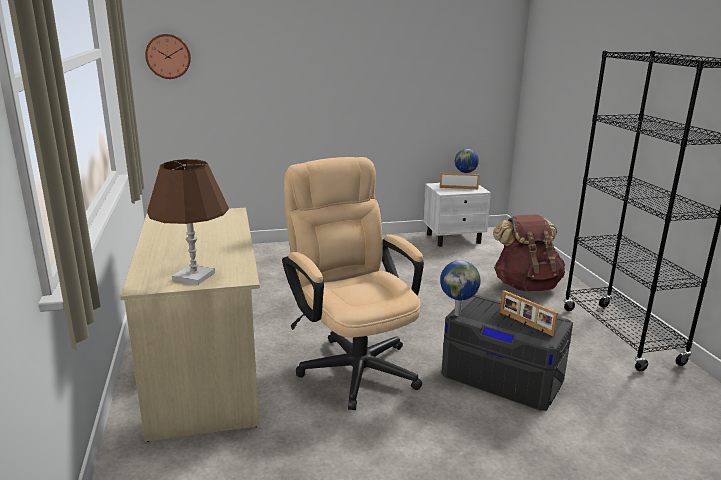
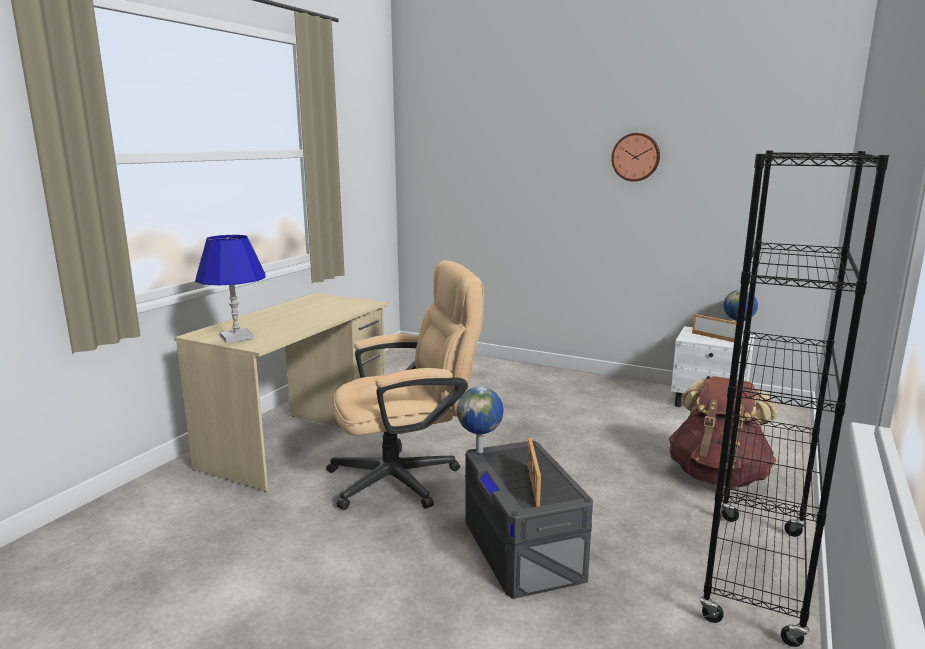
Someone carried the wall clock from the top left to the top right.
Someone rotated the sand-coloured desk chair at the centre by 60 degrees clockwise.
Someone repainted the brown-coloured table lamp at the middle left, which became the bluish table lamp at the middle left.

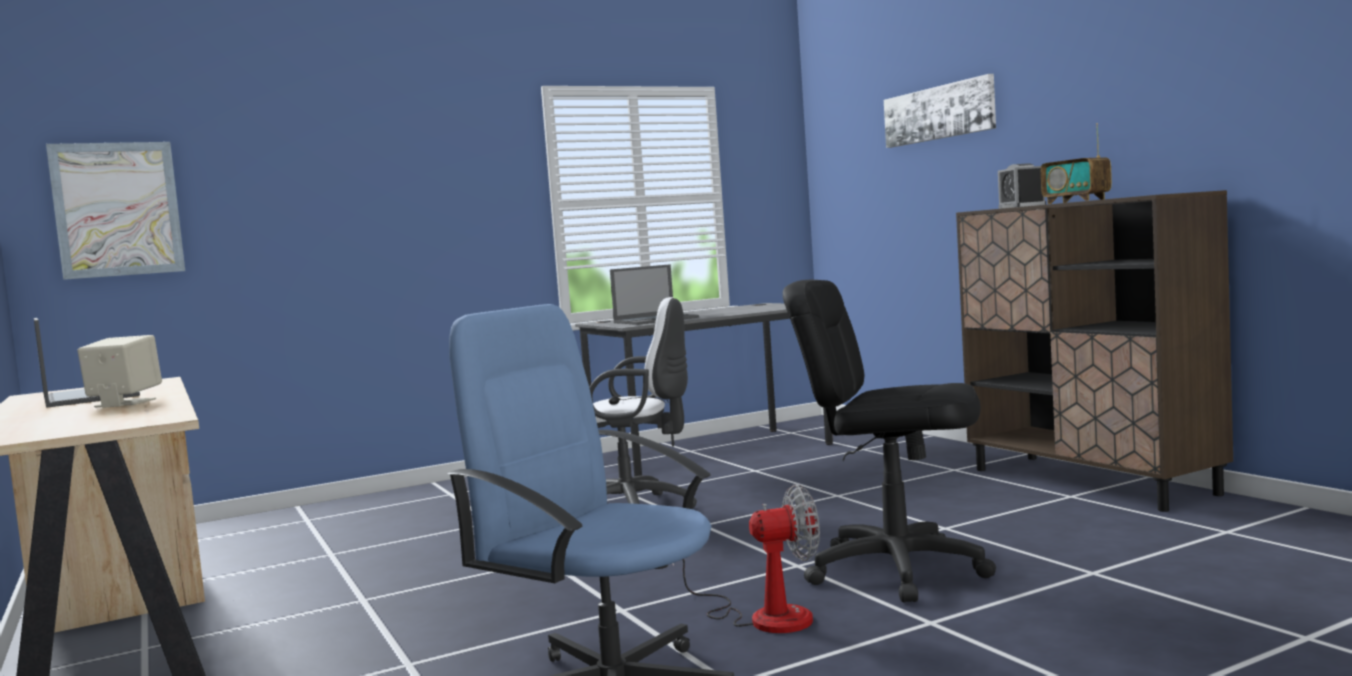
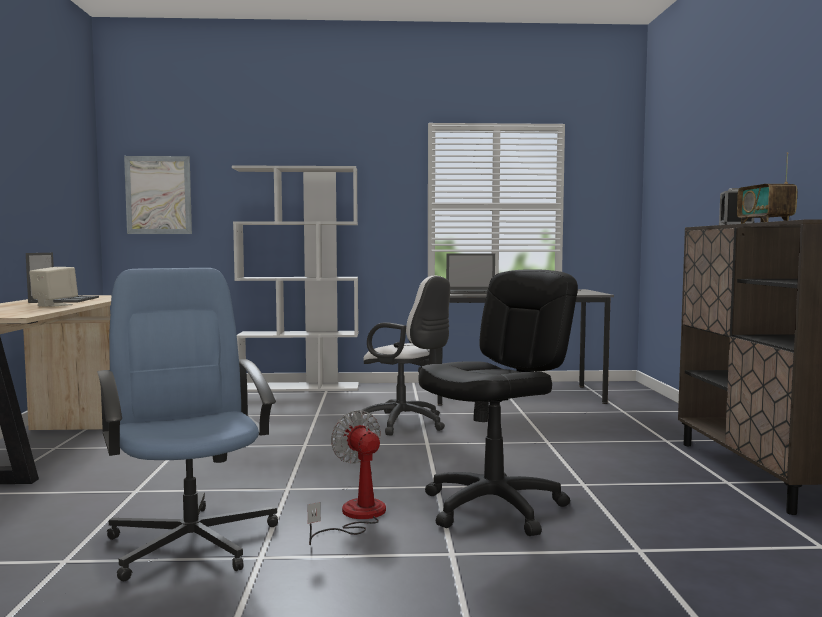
Someone took away the wall picture (no. 2 from left) at the top right.
Someone rotated the black desk chair at the centre by 90 degrees clockwise.
Someone rotated the electric fan at the bottom centre by 135 degrees counterclockwise.
Someone put down the white bookcase at the centre.

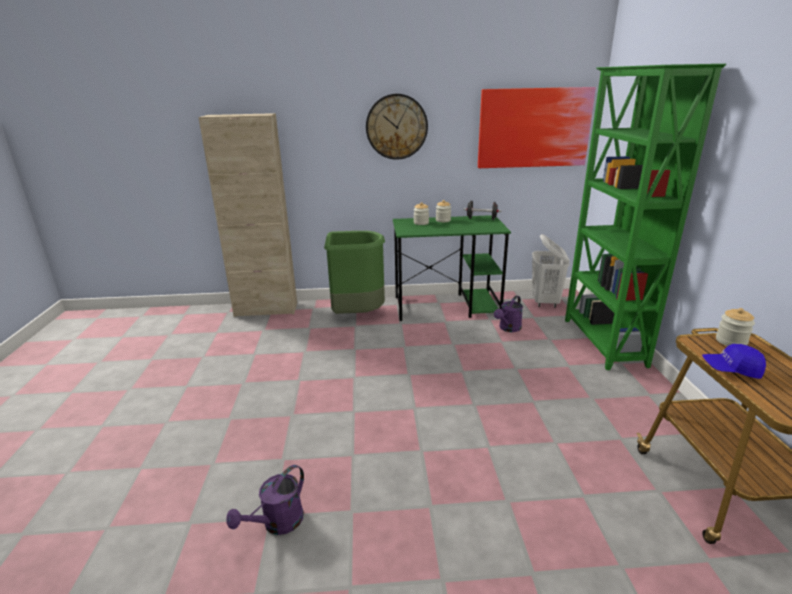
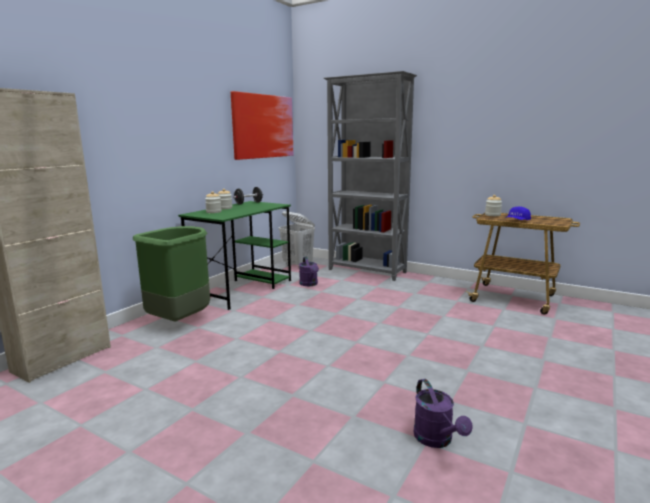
Someone repainted the green-coloured bookcase at the middle right, which became the greyish bookcase at the centre.
Someone took away the wall clock at the top centre.

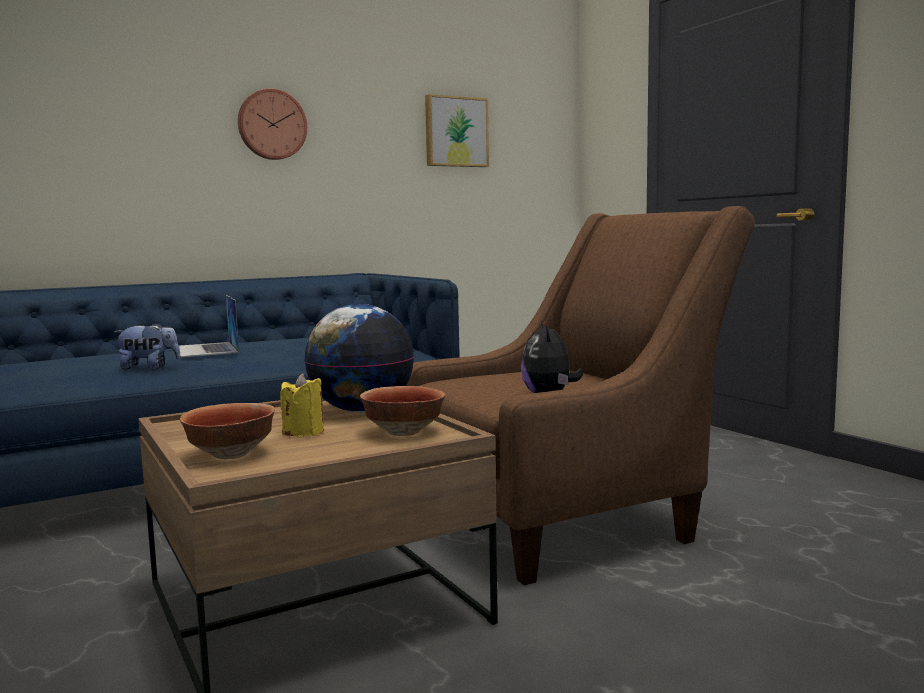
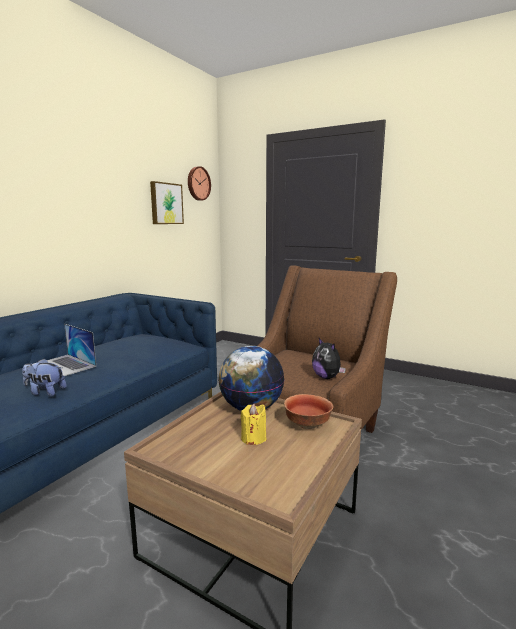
Someone carried the wall clock from the top left to the top centre.
Someone rotated the plush toy (no. 1 from left) at the middle left by 135 degrees counterclockwise.
Someone took away the serving bowl (no. 1 from left) at the middle left.

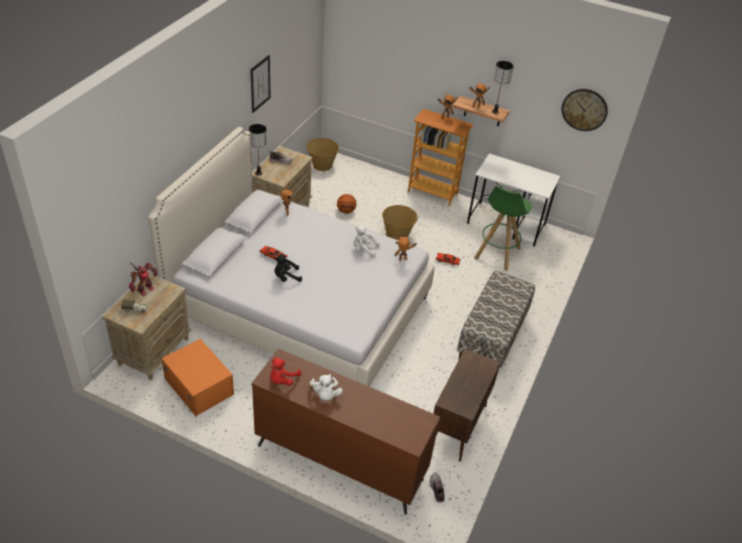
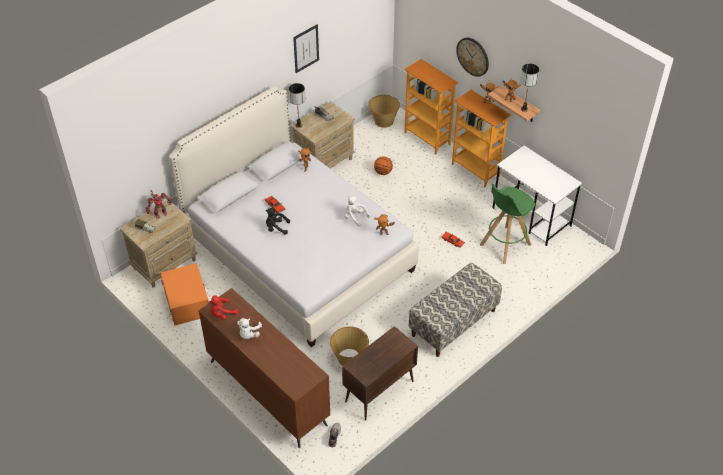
Someone carried the wall clock from the top right to the top centre.
Someone carried the storage basket (no. 2 from left in the first image) from the centre to the bottom centre.
Someone put down the bookcase (no. 1 from left) at the top centre.

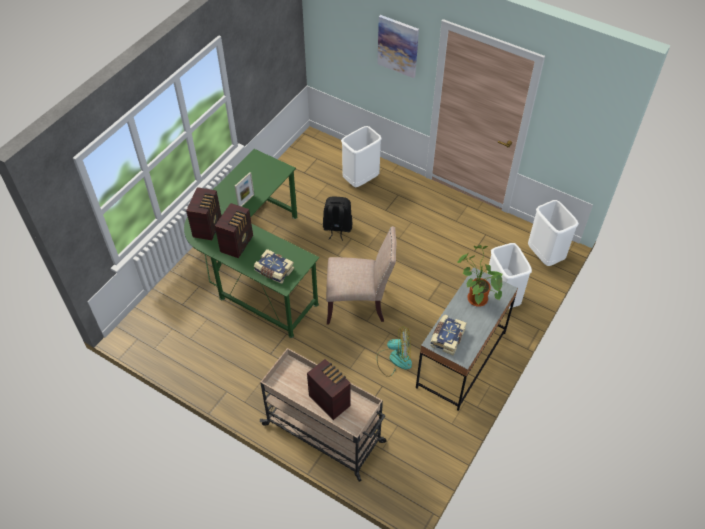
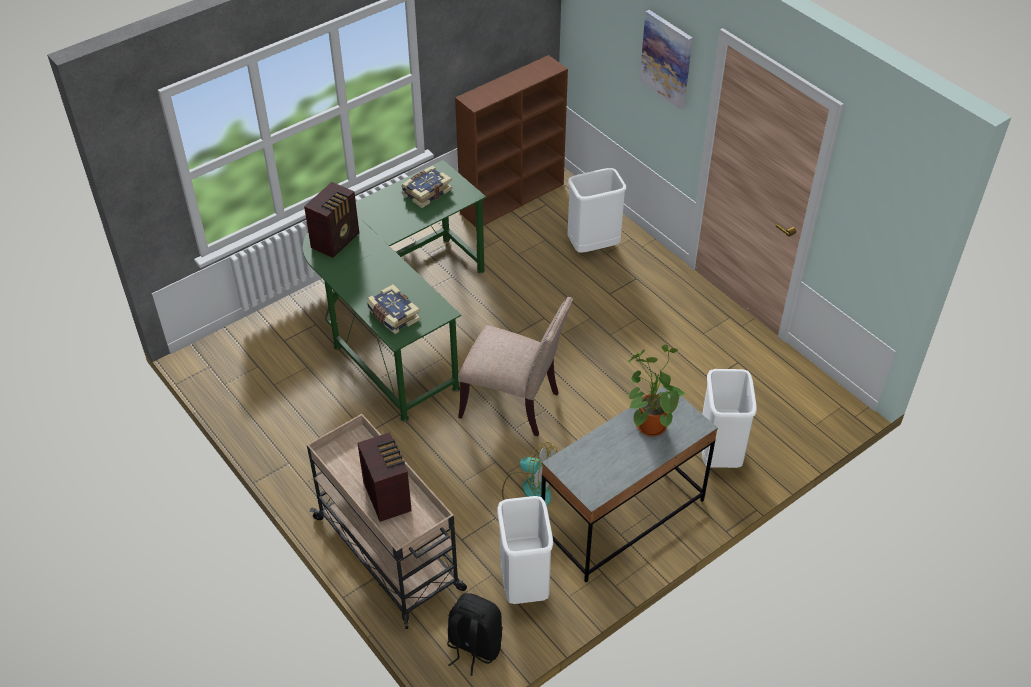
Someone took away the standing frame at the centre.
Someone carried the black rucksack from the centre to the bottom centre.
Someone carried the white waste bin (no. 3 from left in the first image) from the middle right to the bottom centre.
Someone took away the radio set (no. 2 from left) at the middle left.
Someone carried the book (no. 2 from left) from the centre to the top centre.
Someone put down the brown-coloured bookcase at the top centre.

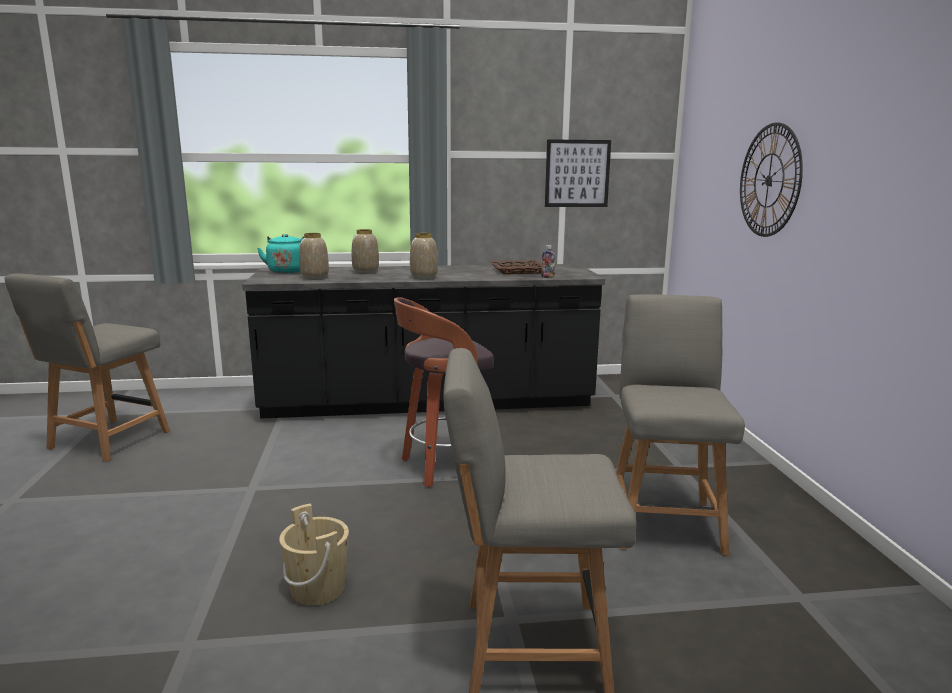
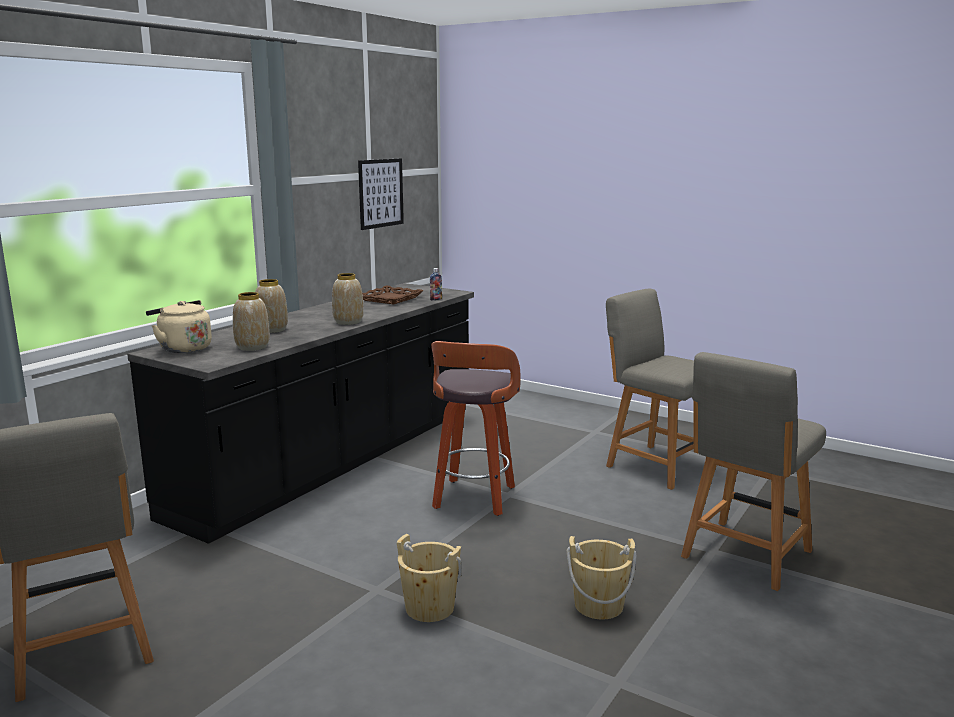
Someone took away the wall clock at the top right.
Someone repainted the turquoise-coloured tea kettle at the middle left, which became the sand-coloured tea kettle at the middle left.
Someone put down the sand-coloured water bucket (no. 1 from left) at the bottom centre.

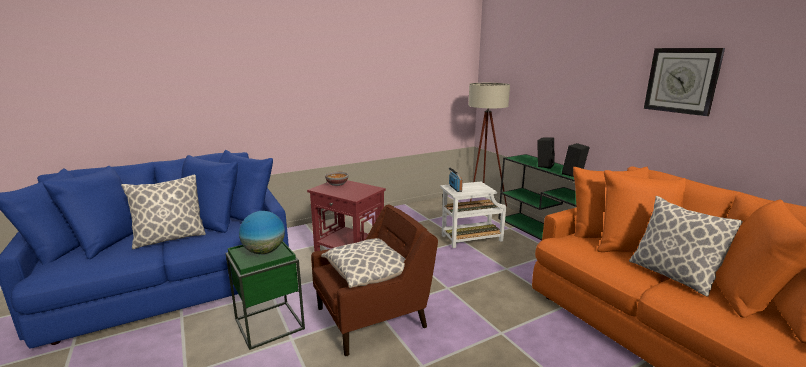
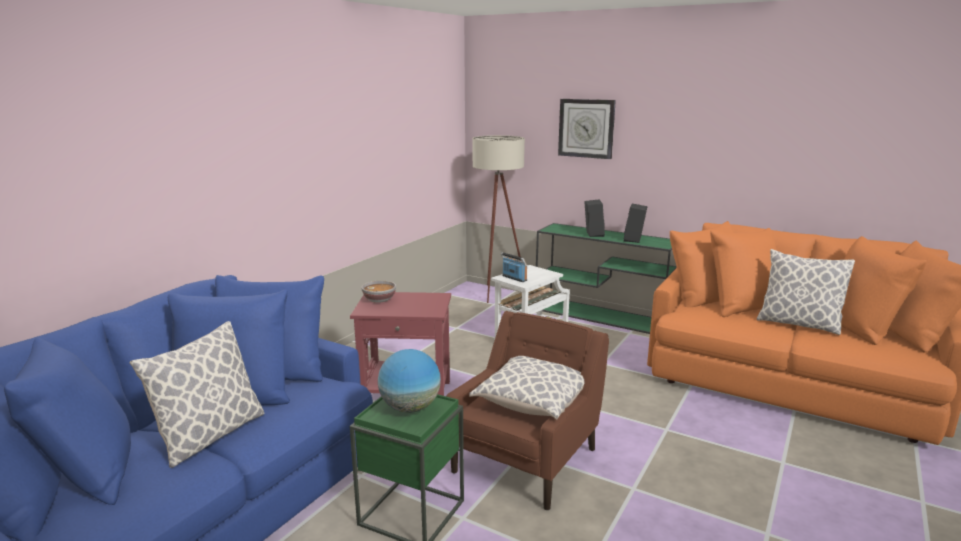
Someone carried the wall clock from the top right to the top centre.

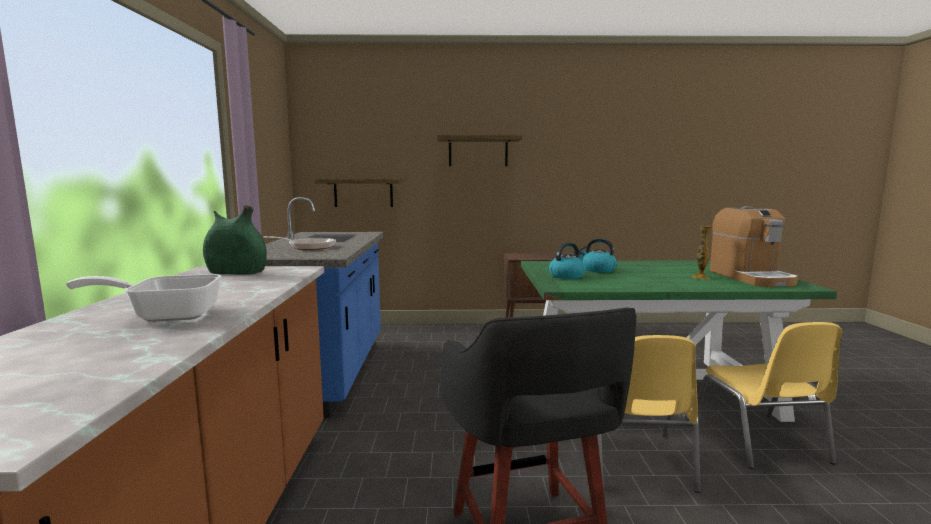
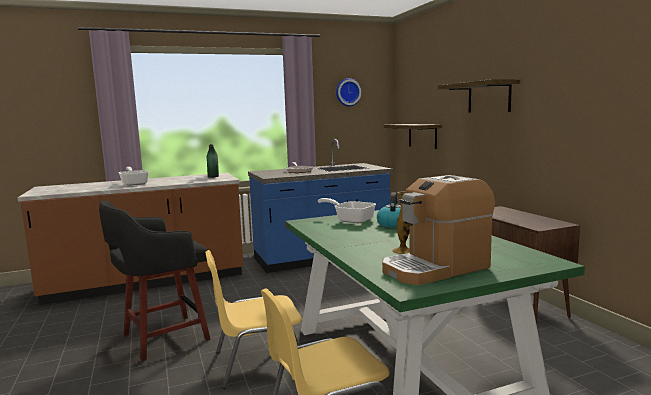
Someone swapped the tea kettle (no. 1 from left) at the centre for the pan (no. 3 from left) at the centre.
Someone put up the wall clock at the top centre.

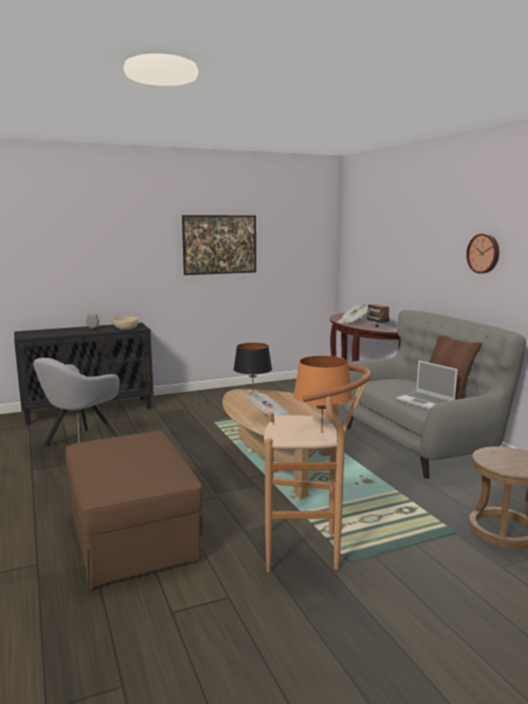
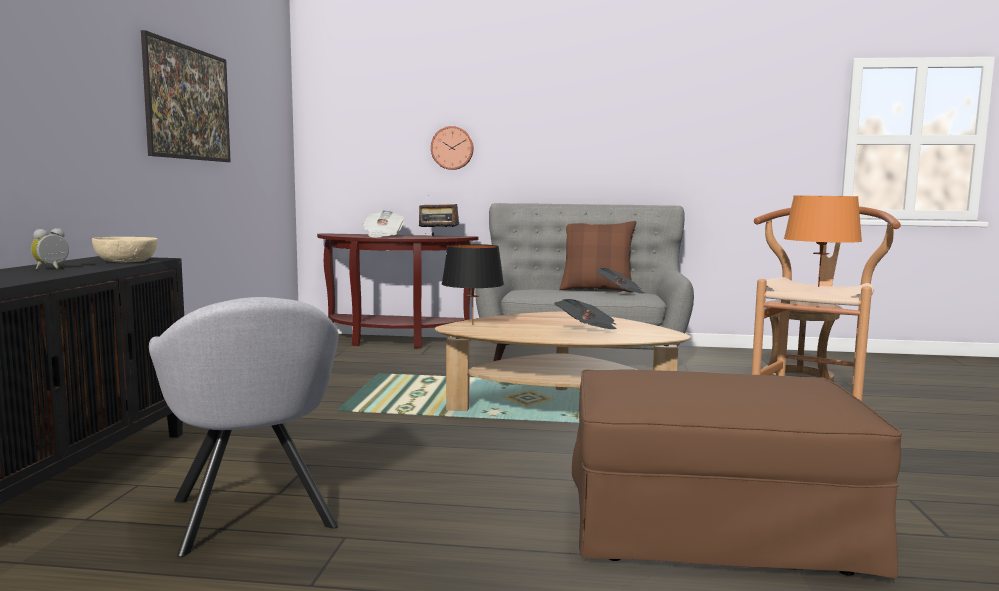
Someone carried the wall clock from the middle right to the top centre.
Someone swapped the notebook computer at the middle right for the newspaper (no. 3 from left) at the centre.

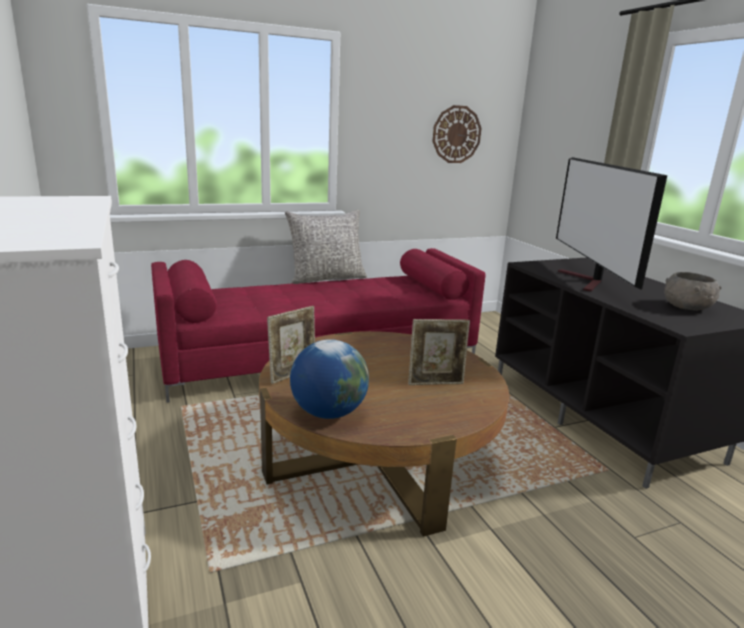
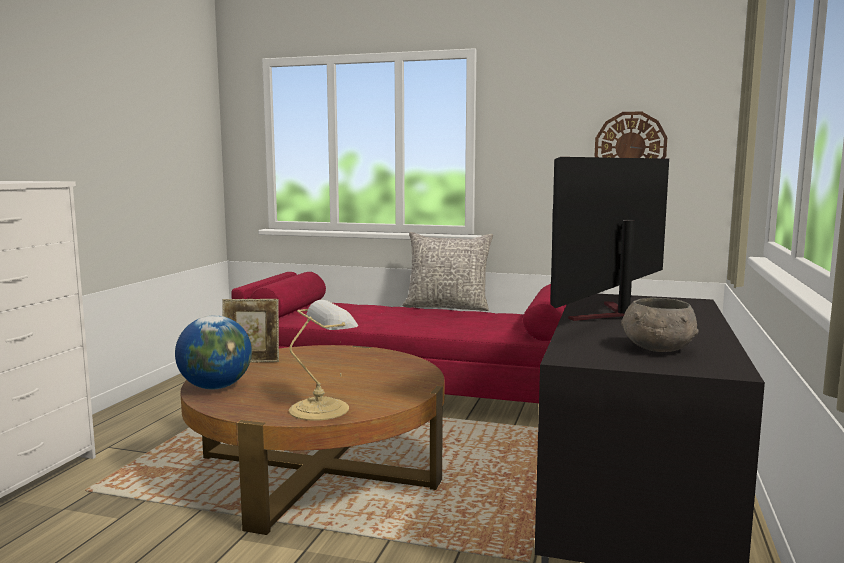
Someone took away the standing frame (no. 2 from left) at the centre.
Someone put down the table lamp at the centre.

